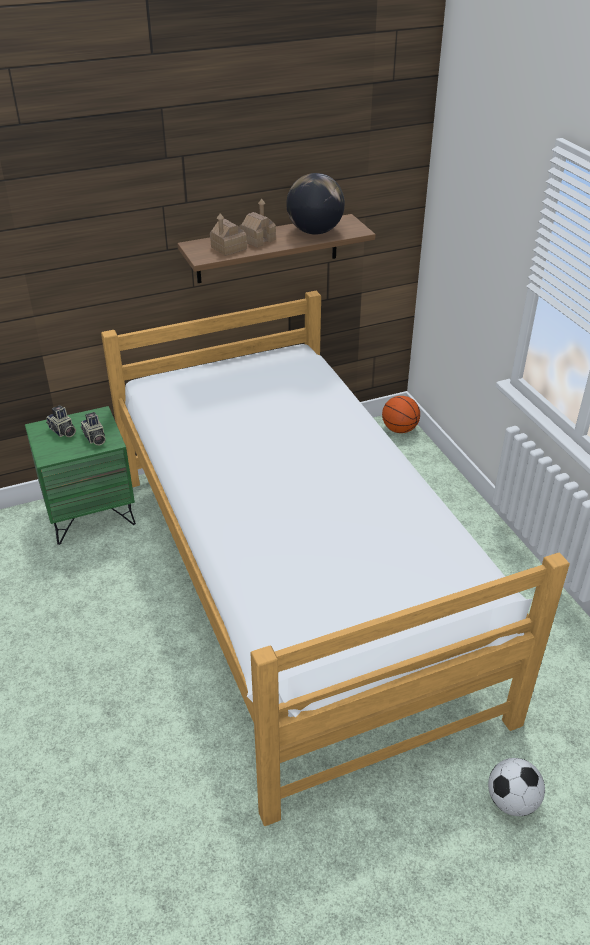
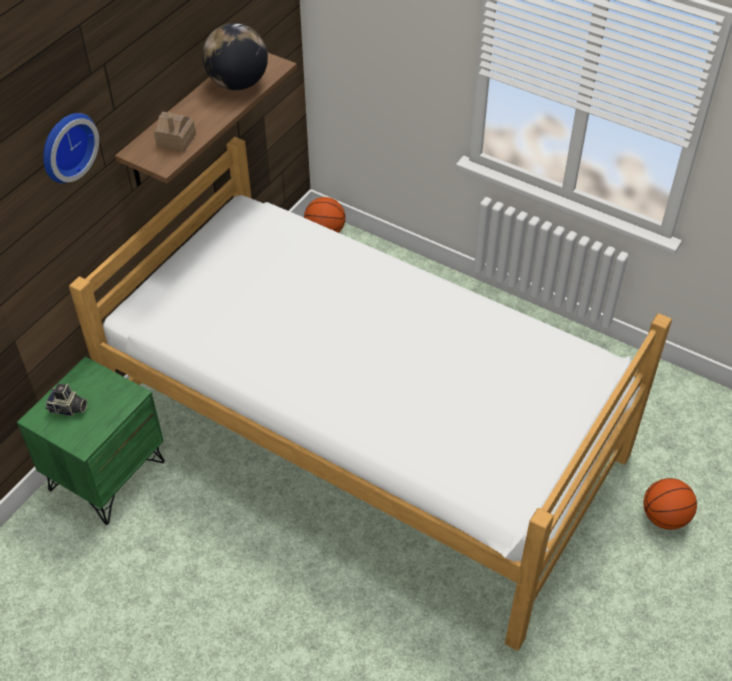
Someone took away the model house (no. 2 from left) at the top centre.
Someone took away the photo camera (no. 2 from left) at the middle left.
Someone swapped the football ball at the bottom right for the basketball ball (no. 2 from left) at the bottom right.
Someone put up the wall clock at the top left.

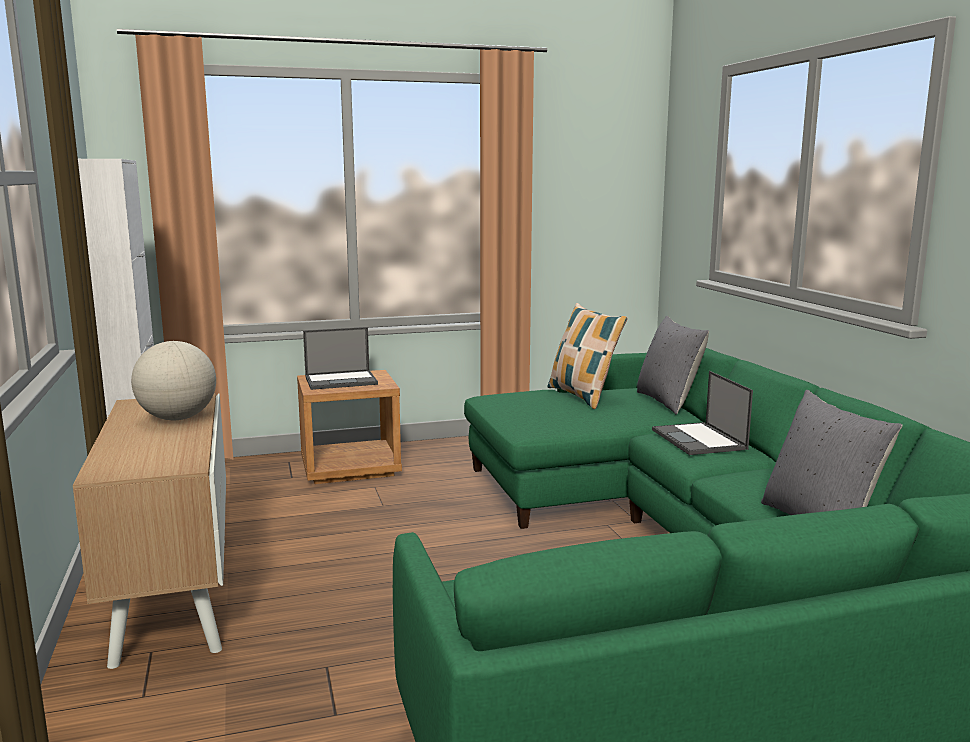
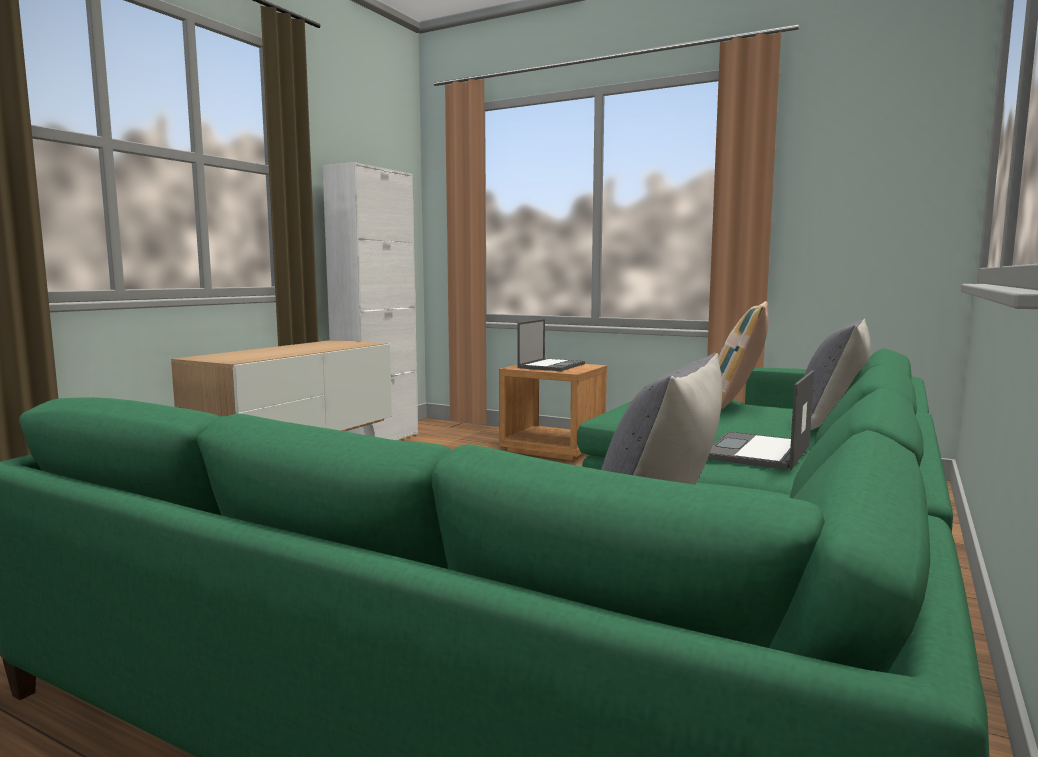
Someone rotated the notebook computer (no. 1 from left) at the centre by 90 degrees counterclockwise.
Someone took away the globe at the middle left.

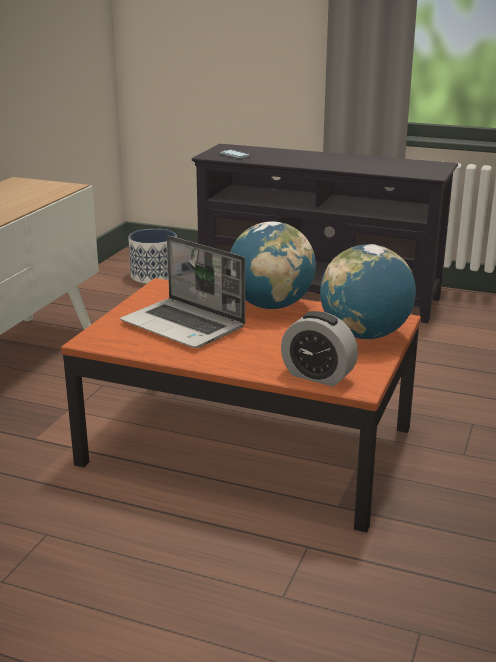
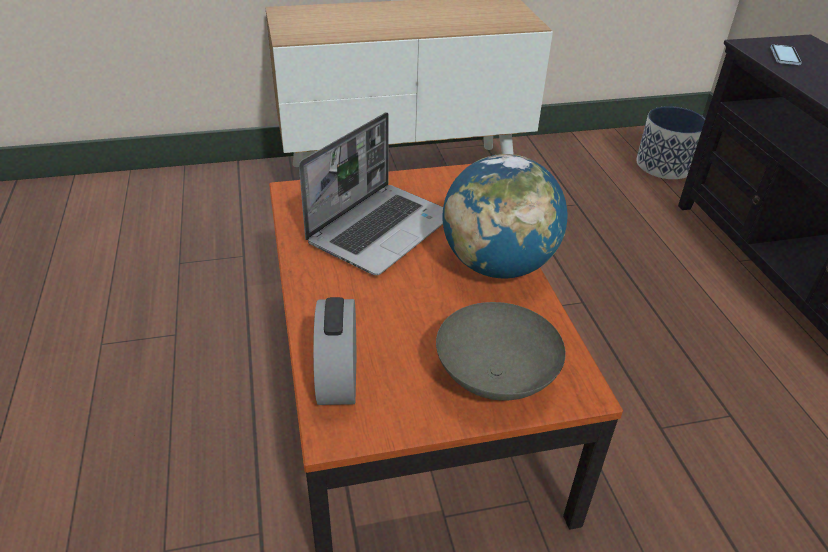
Someone rotated the notebook computer at the centre by 150 degrees counterclockwise.
Someone swapped the globe (no. 2 from left) at the middle right for the greyish serving bowl at the centre.

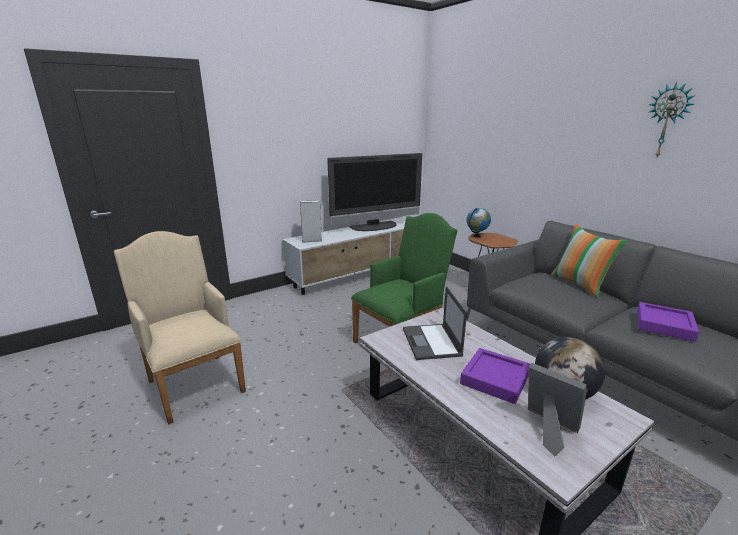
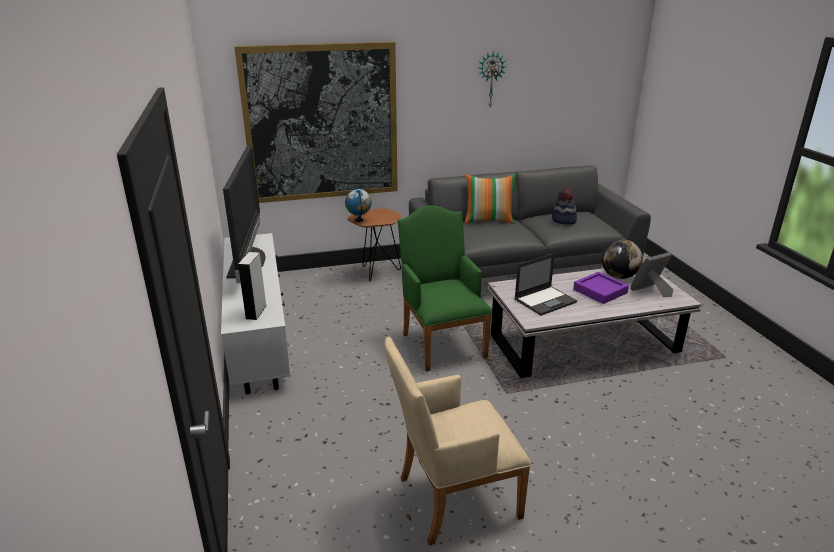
Someone rotated the notebook computer at the centre by 45 degrees counterclockwise.
Someone swapped the purple carrying tray (no. 2 from left) at the middle right for the wearable hat at the middle right.
Someone put up the wall picture at the top centre.

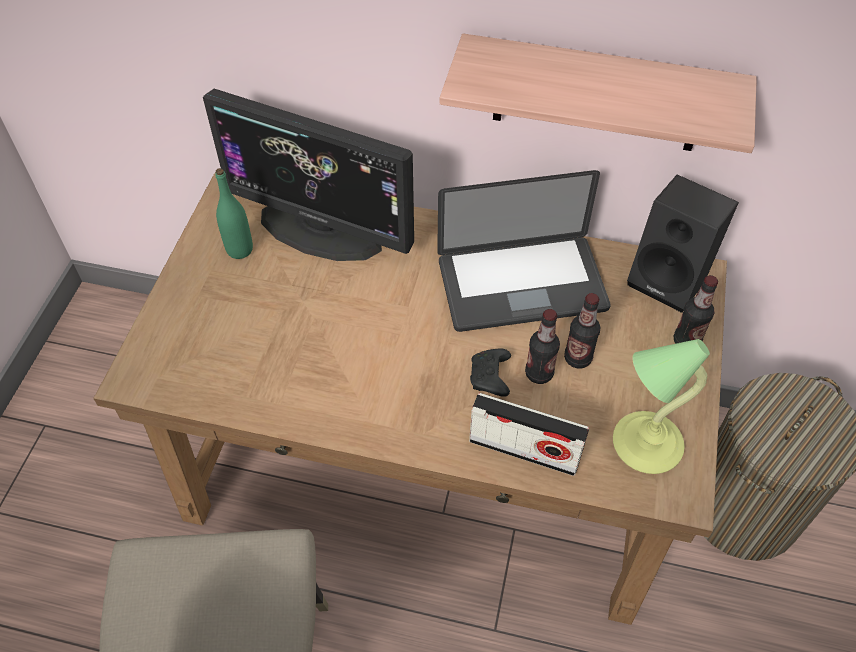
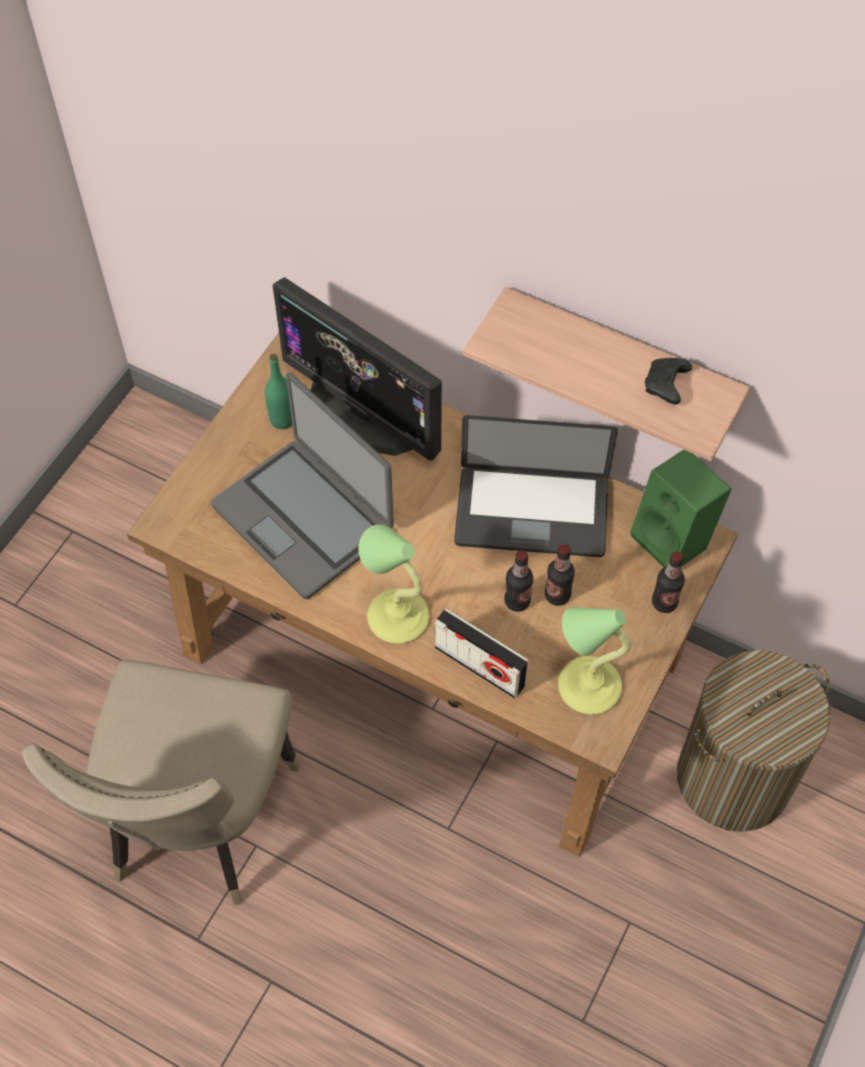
Someone repainted the black speaker at the middle right, which became the green-coloured speaker at the middle right.
Someone carried the black gamepad from the centre to the middle right.
Someone put down the notebook computer (no. 1 from left) at the centre.
Someone put down the table lamp (no. 1 from left) at the centre.

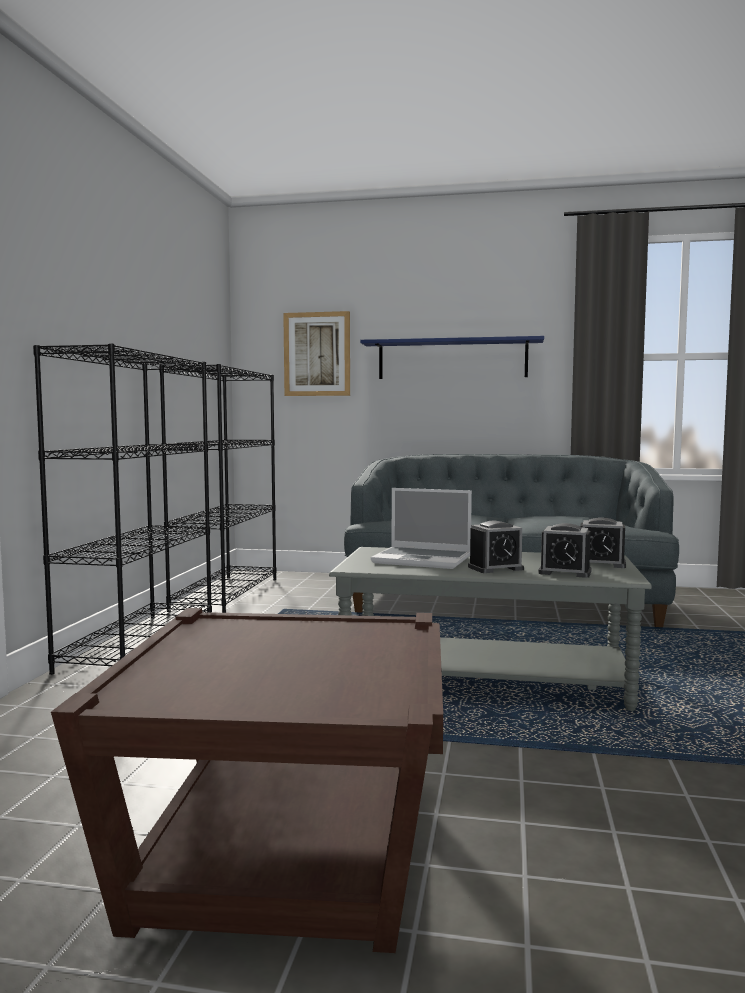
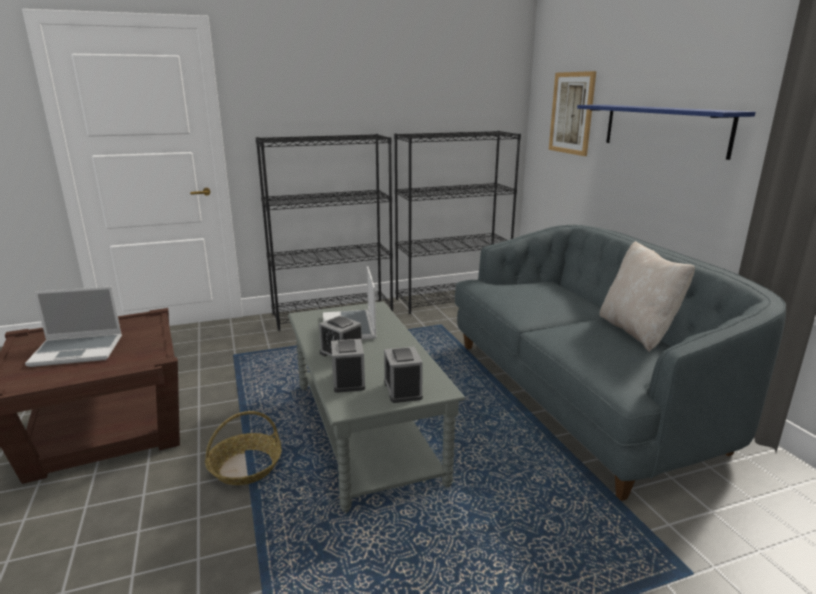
Someone put down the sand-coloured cushion at the middle right.
Someone put down the notebook computer (no. 1 from left) at the middle left.
Someone put down the storage basket at the bottom left.

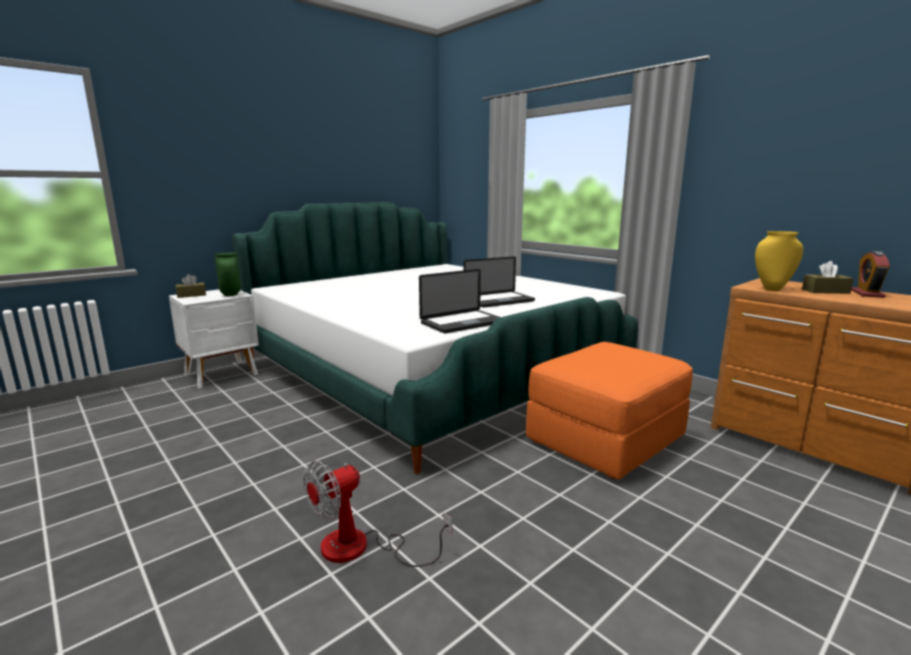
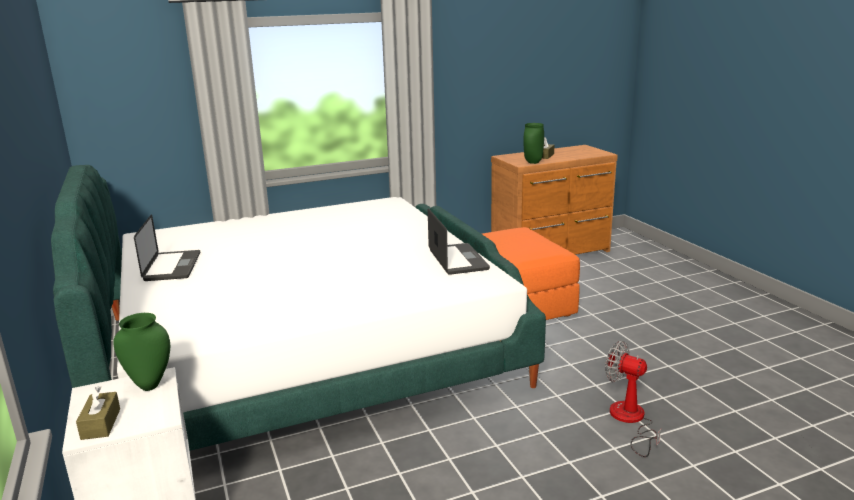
Someone repainted the yellow-coloured decorative vase at the middle right, which became the green-coloured decorative vase (no. 2 from left) at the top centre.
Someone took away the bedside clock at the middle right.
Someone carried the notebook computer (no. 2 from left in the first image) from the centre to the middle left.
Someone rotated the electric fan at the bottom centre by 150 degrees clockwise.

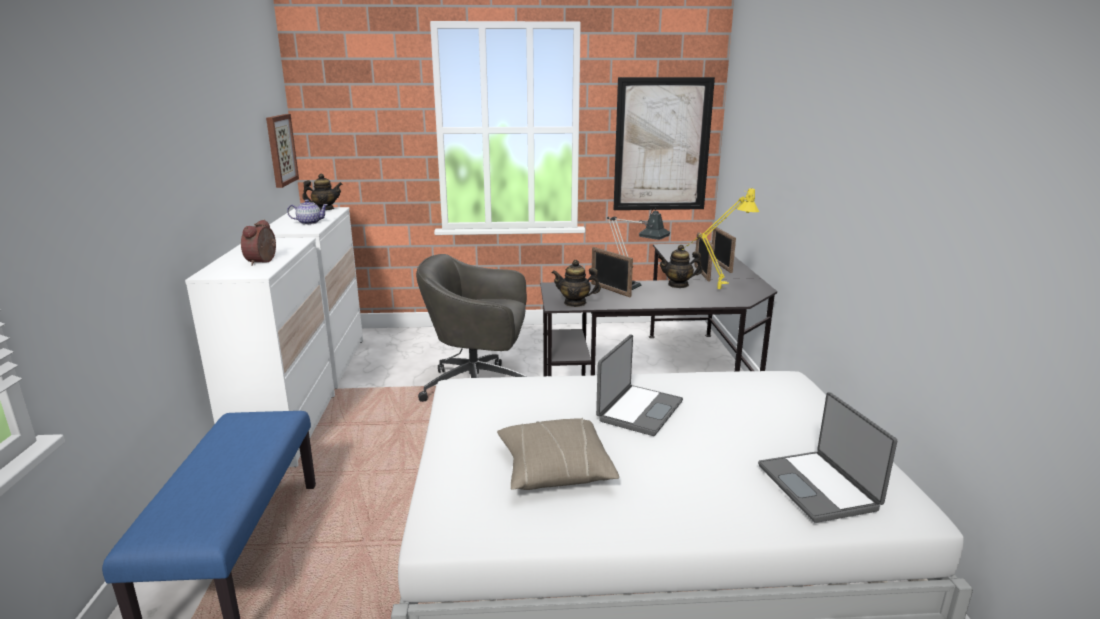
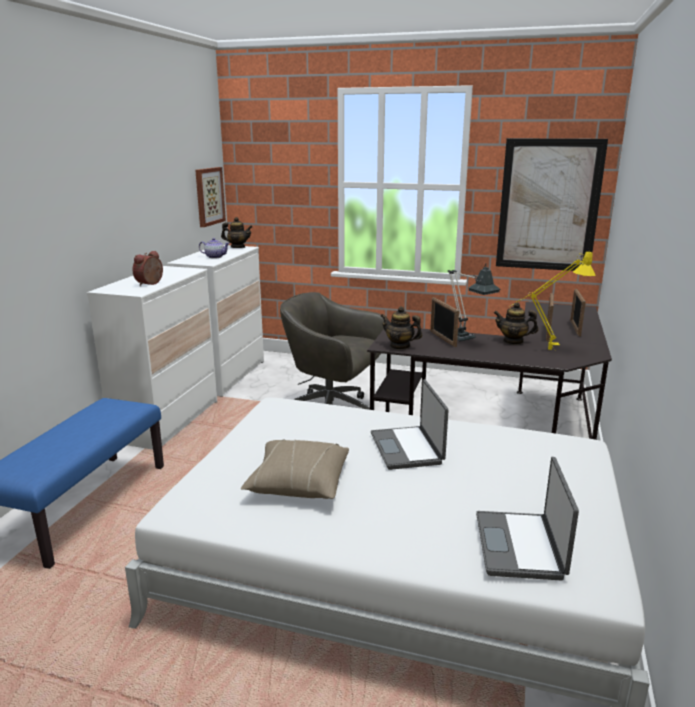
Someone rotated the notebook computer (no. 1 from left) at the centre by 120 degrees clockwise.

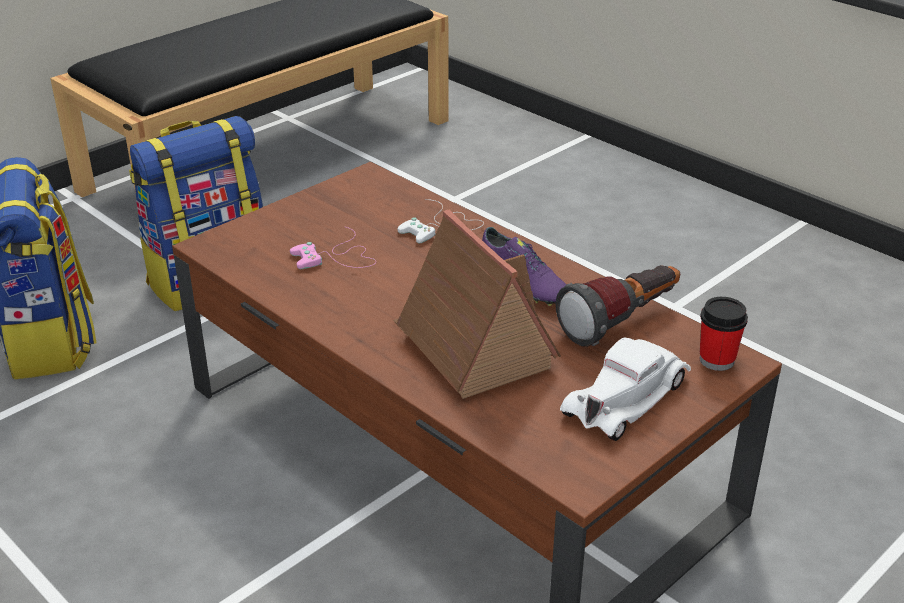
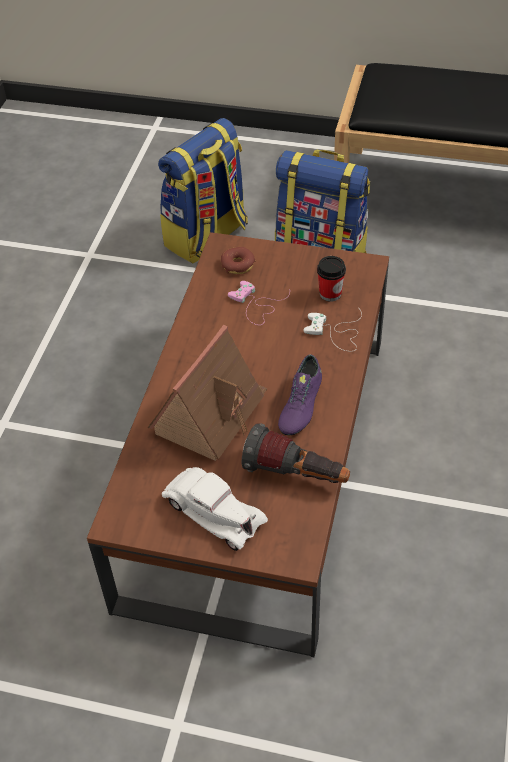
Someone carried the cup from the middle right to the centre.
Someone rotated the white model car at the middle right by 150 degrees counterclockwise.
Someone put down the ring doughnut at the centre.

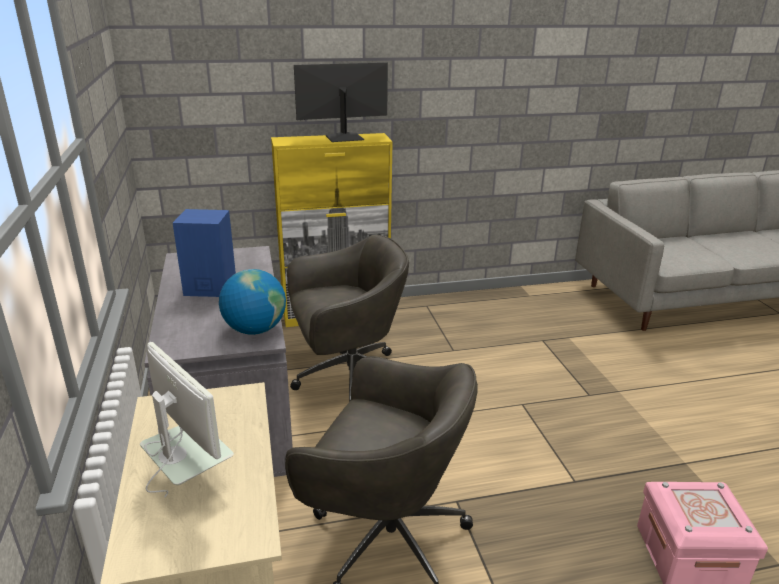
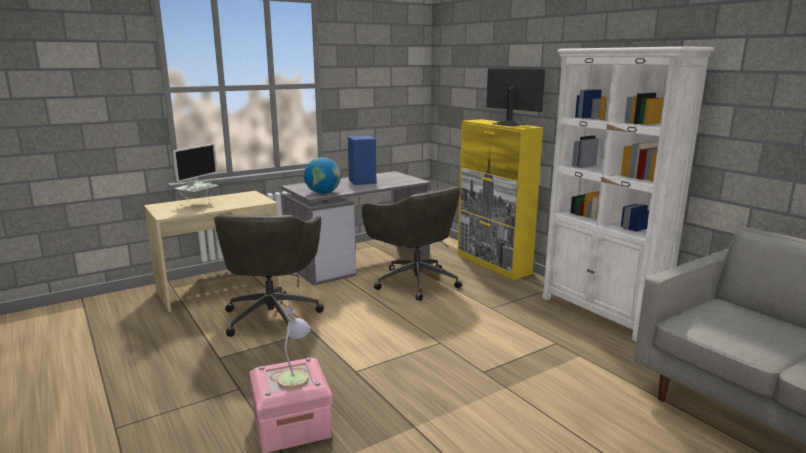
Someone put down the white bookcase at the middle right.
Someone put down the table lamp at the bottom centre.

